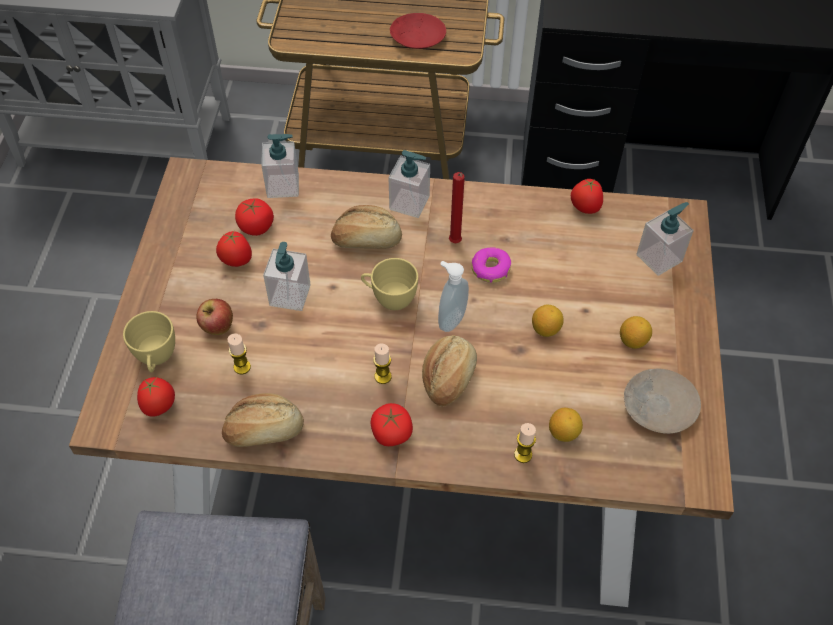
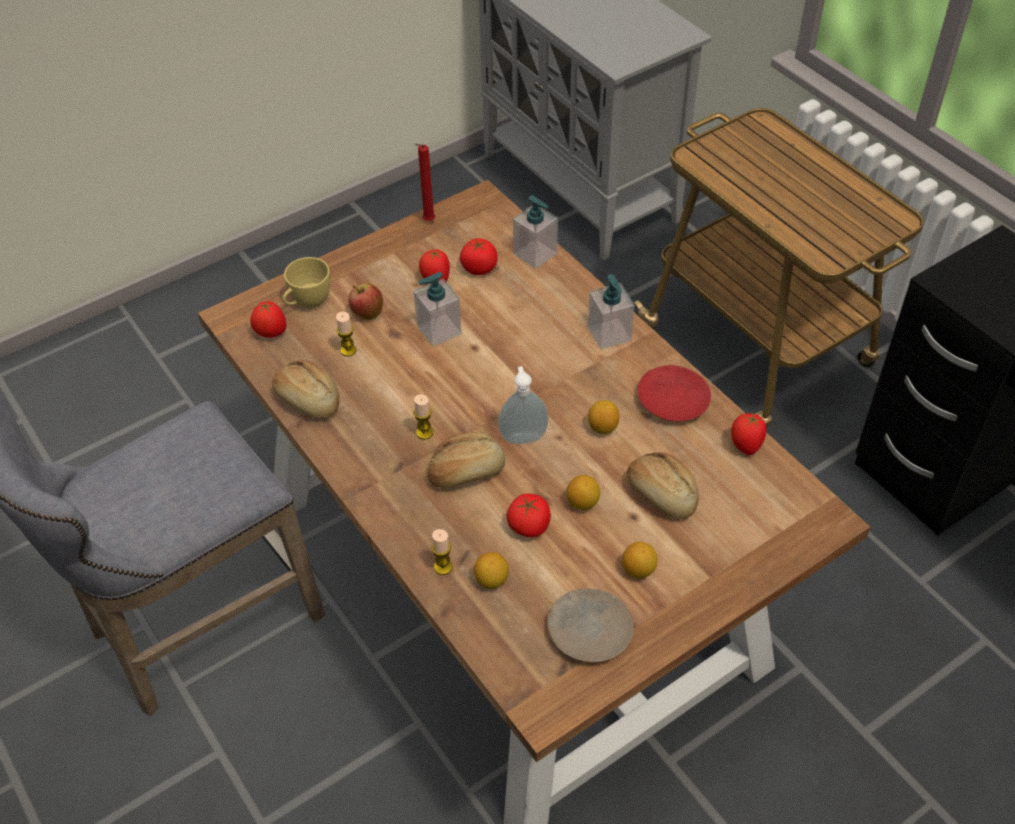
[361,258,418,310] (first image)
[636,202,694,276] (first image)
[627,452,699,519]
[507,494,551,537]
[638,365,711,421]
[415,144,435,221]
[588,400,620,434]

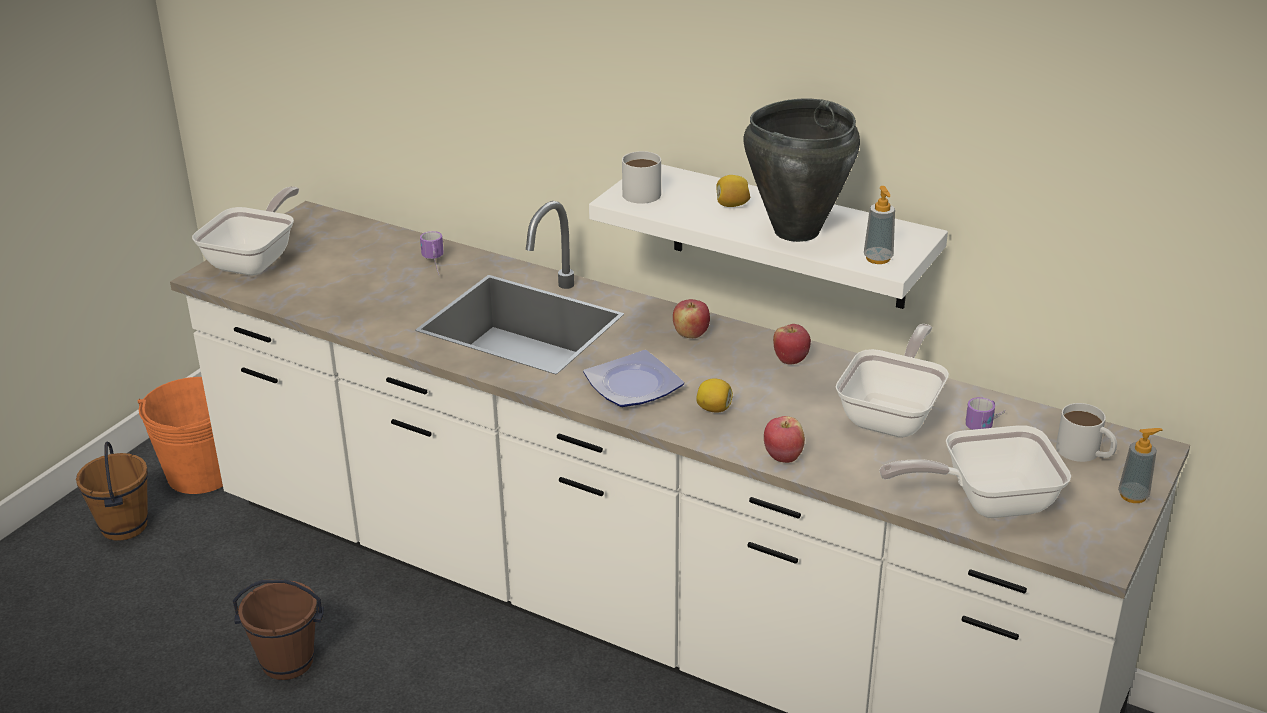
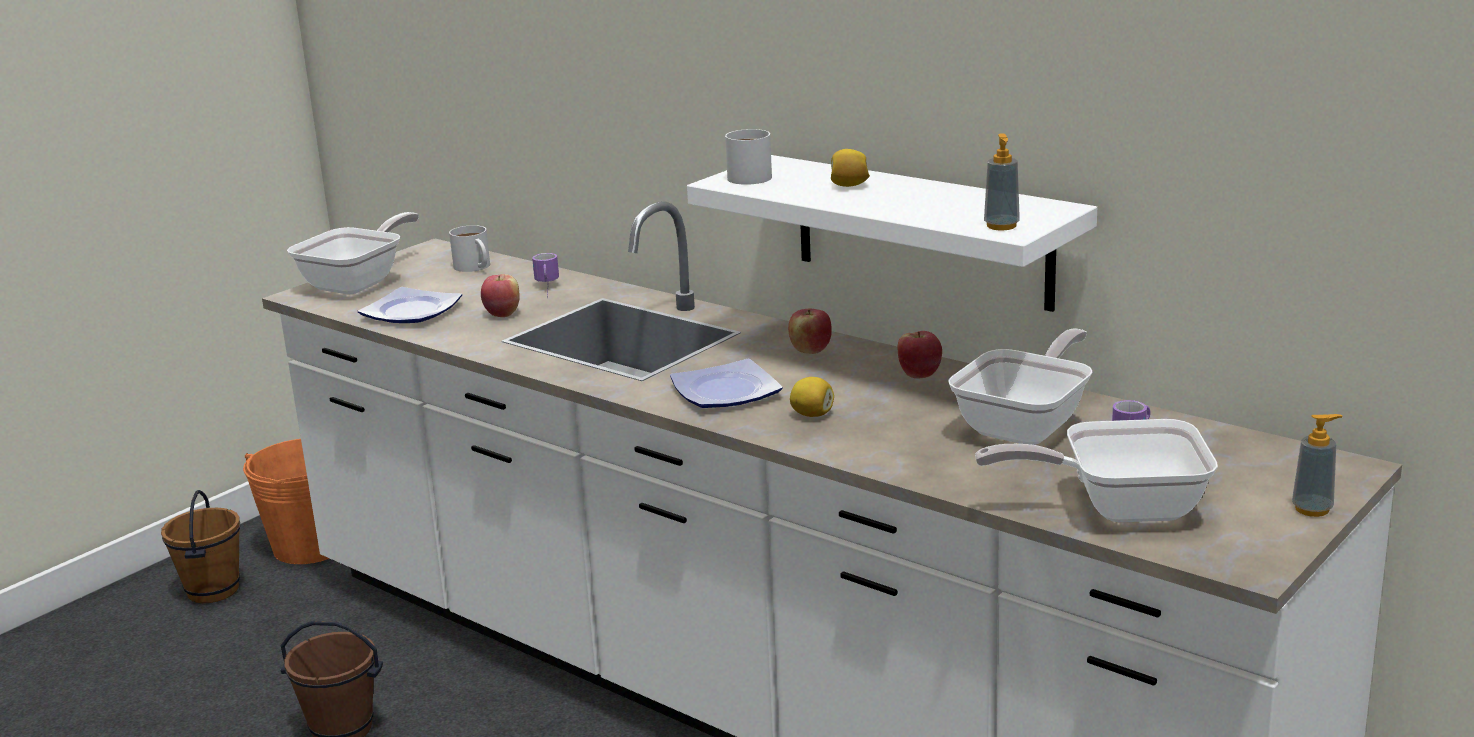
[744,99,860,242] (first image)
[358,287,462,323]
[481,274,520,317]
[449,225,490,272]

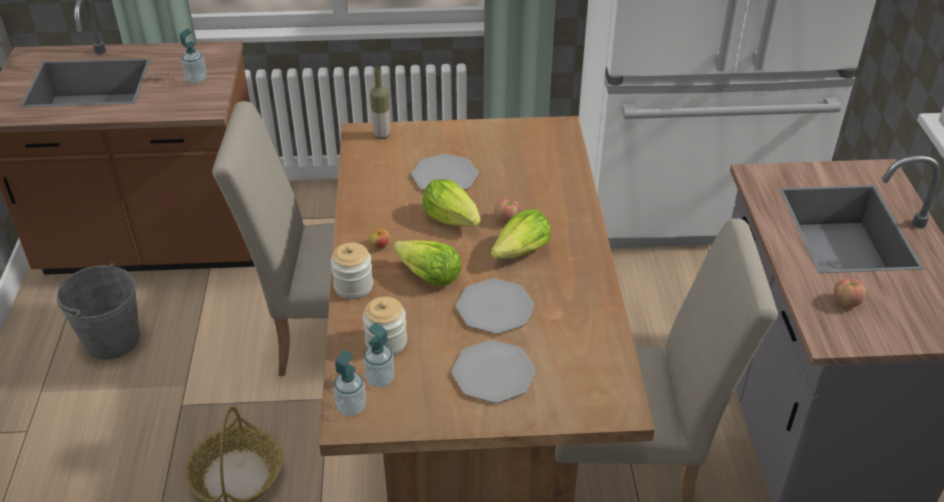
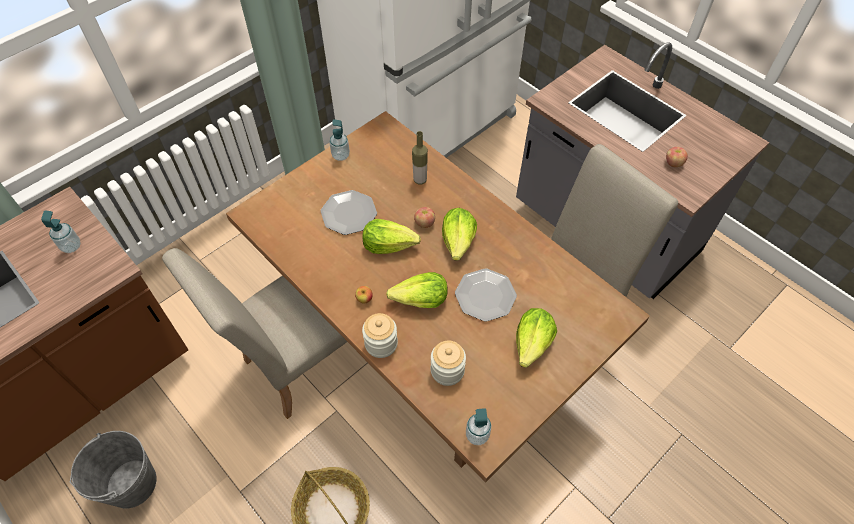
[329,119,350,161]
[412,131,428,185]
[516,308,557,367]

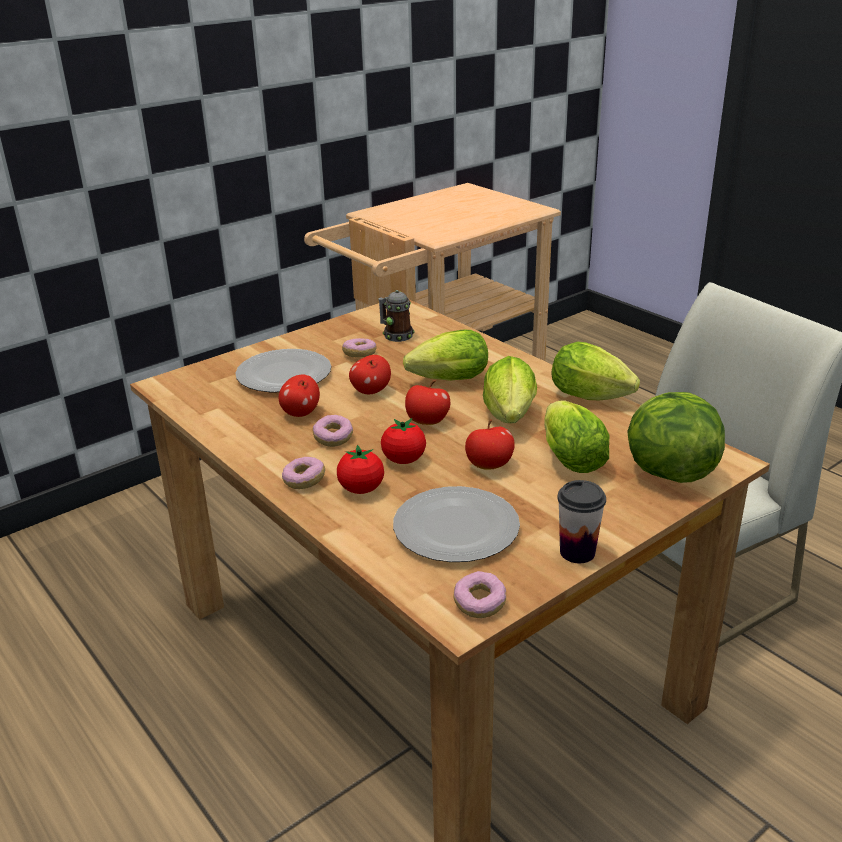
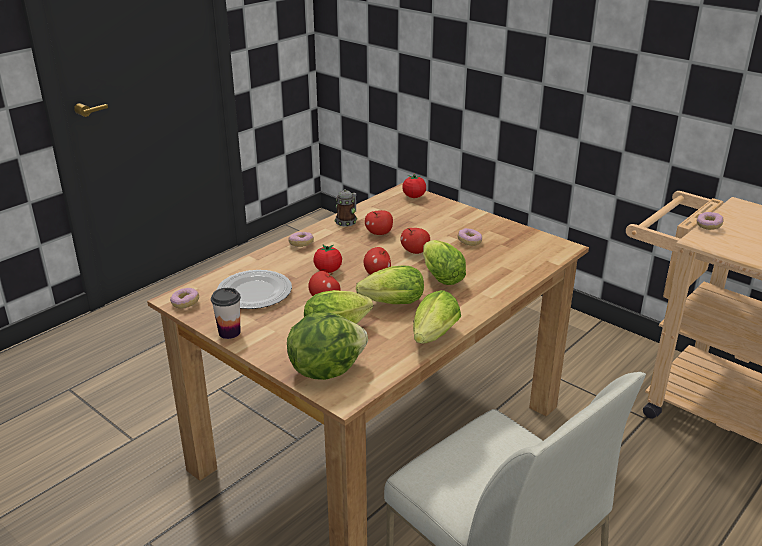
[235,349,331,392] (first image)
[697,212,724,230]
[402,174,426,198]
[334,189,357,227]

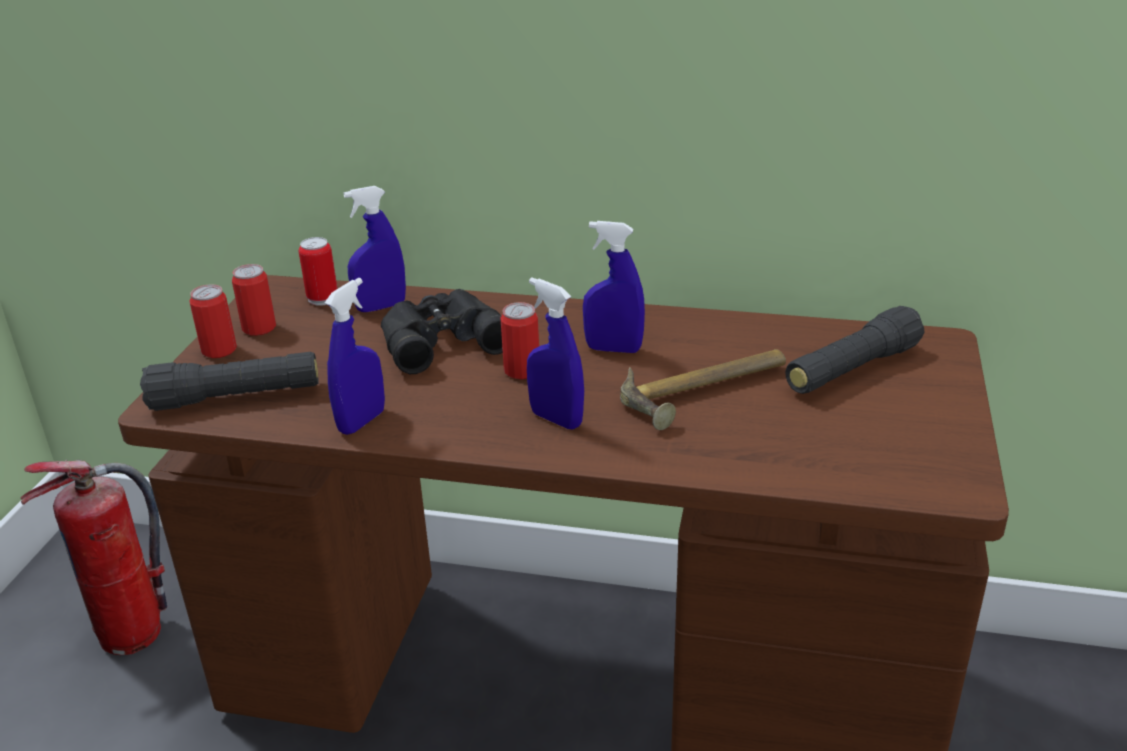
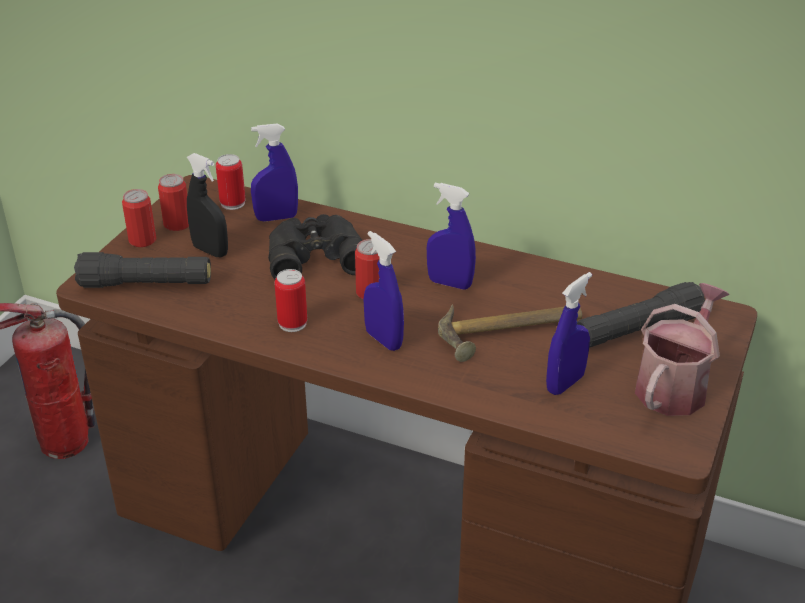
[187,153,228,257]
[274,269,307,332]
[635,283,730,416]
[546,272,592,395]

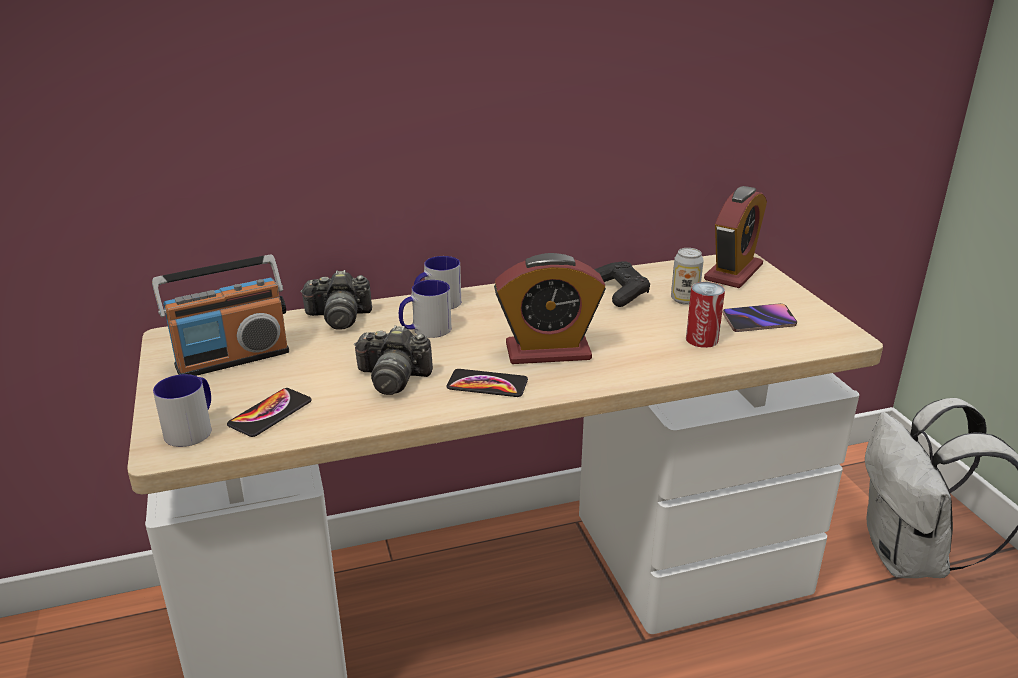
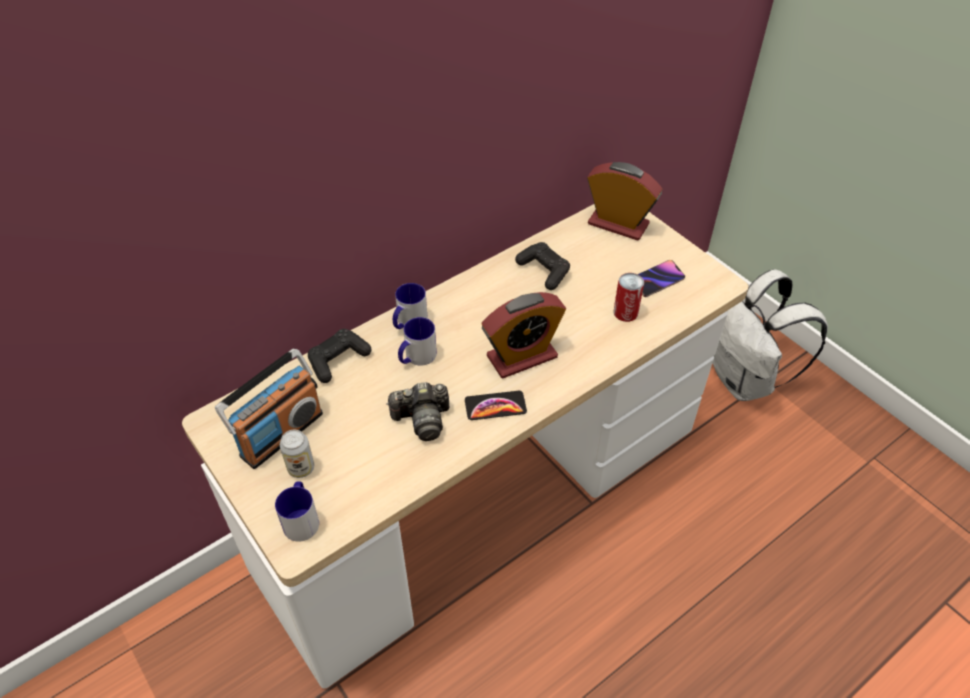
[227,388,312,437] (first image)
[280,430,314,478]
[308,329,372,383]
[587,162,662,241]

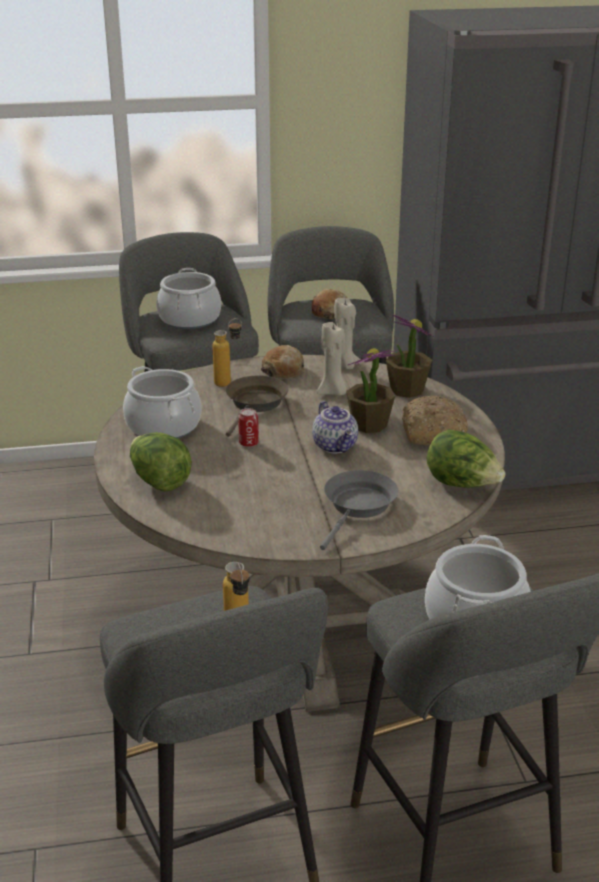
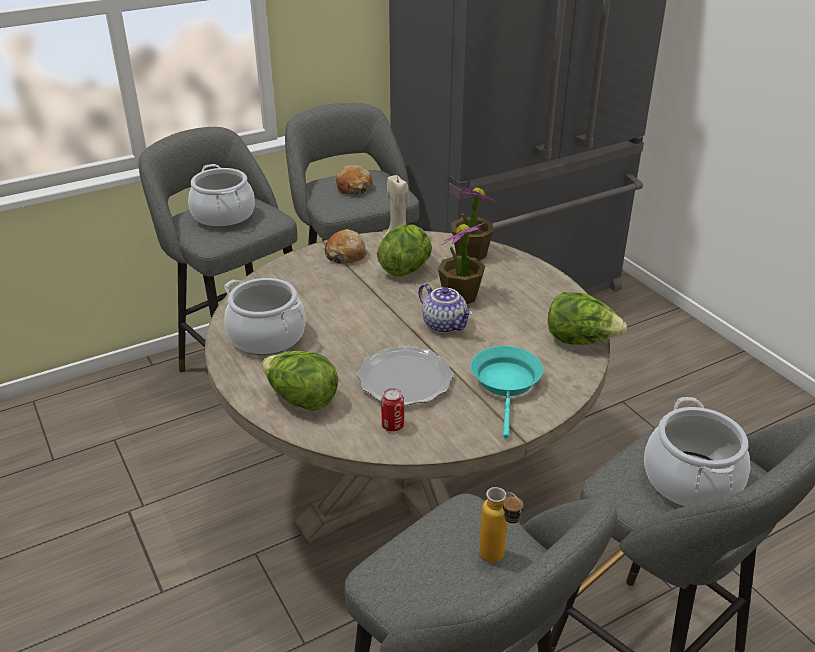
[212,318,242,387] (first image)
[226,376,288,437] (first image)
[402,395,468,446] (first image)
[357,346,454,406]
[381,388,404,432]
[377,225,432,276]
[471,346,543,438]

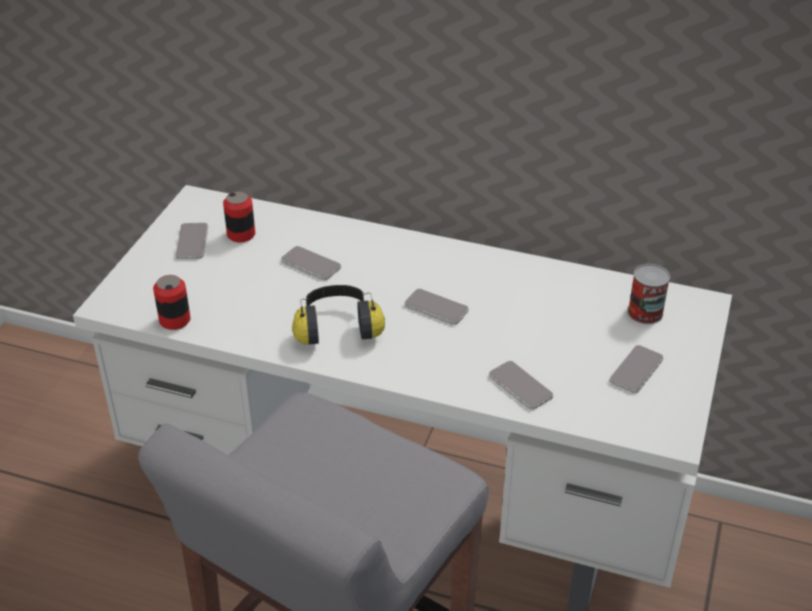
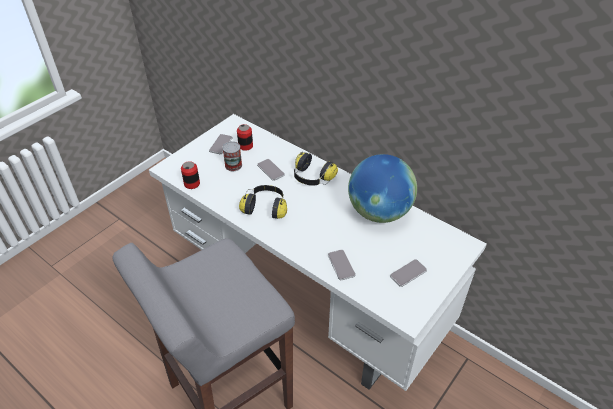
[405,288,469,325] (first image)
[294,152,338,186]
[348,154,417,223]
[222,141,242,171]

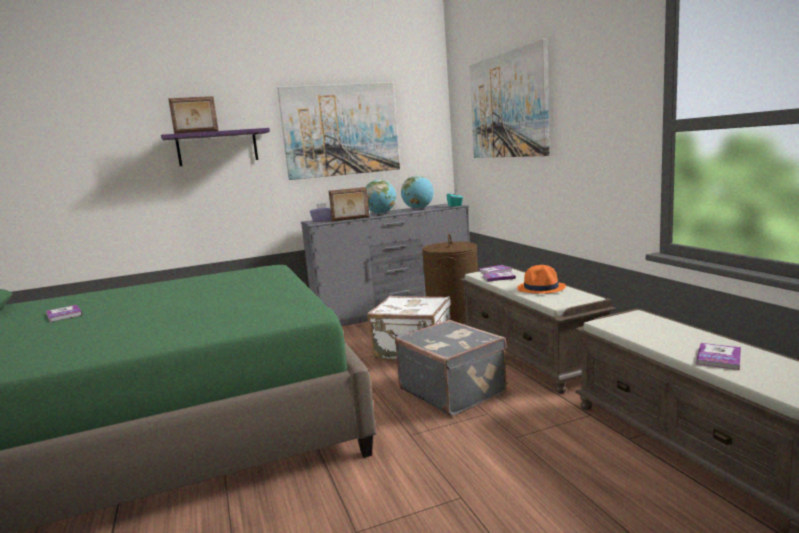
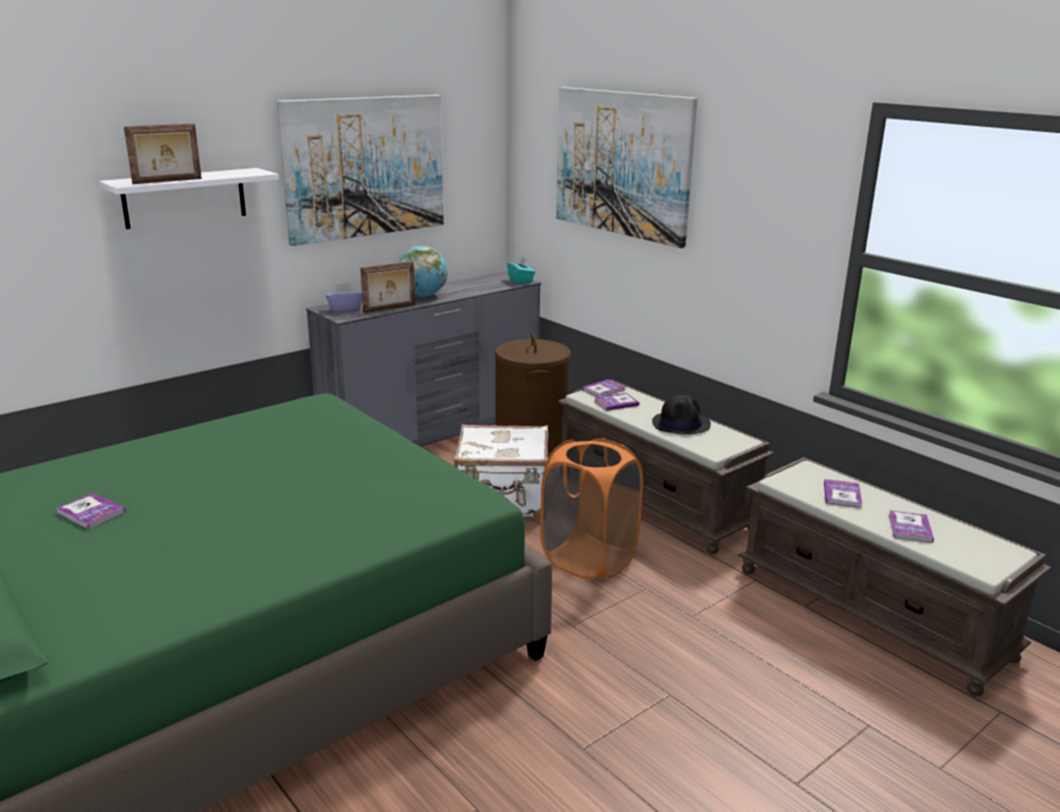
[401,175,434,209] (first image)
[824,479,862,508]
[540,438,643,580]
[99,168,279,229]
[652,395,711,435]

